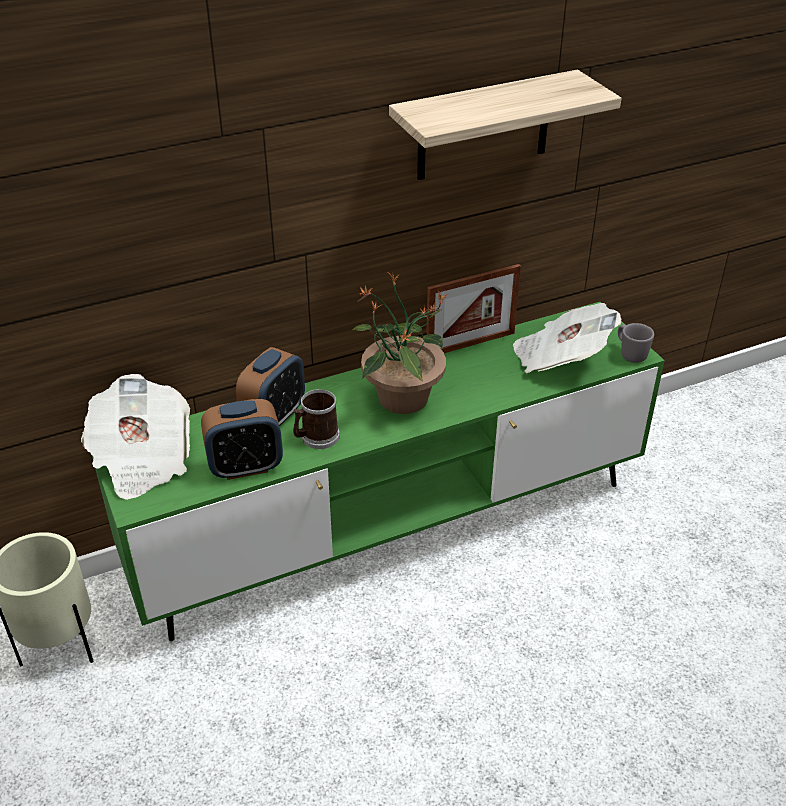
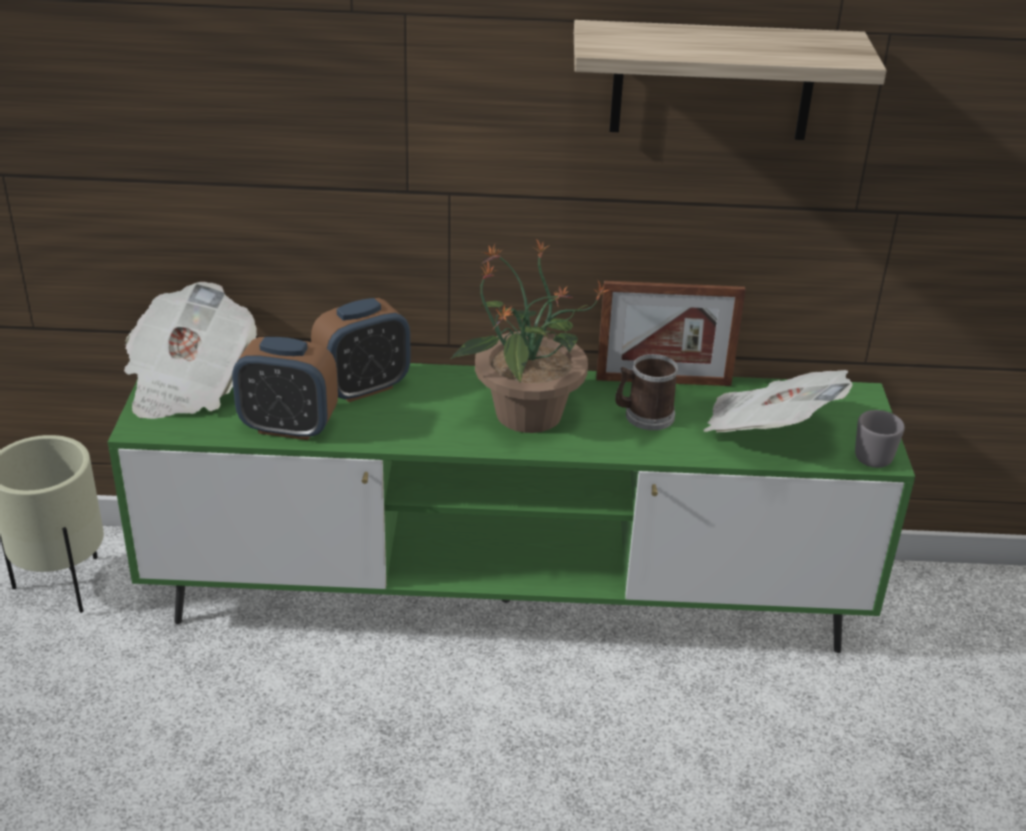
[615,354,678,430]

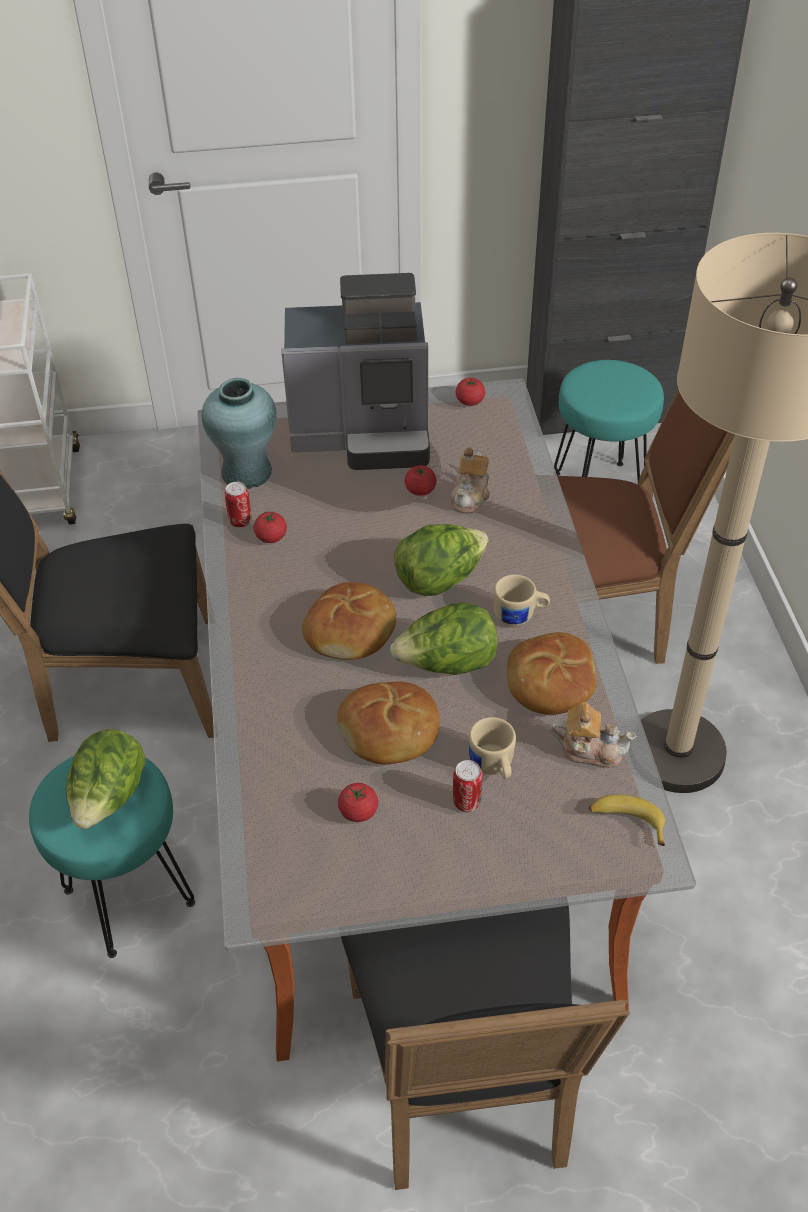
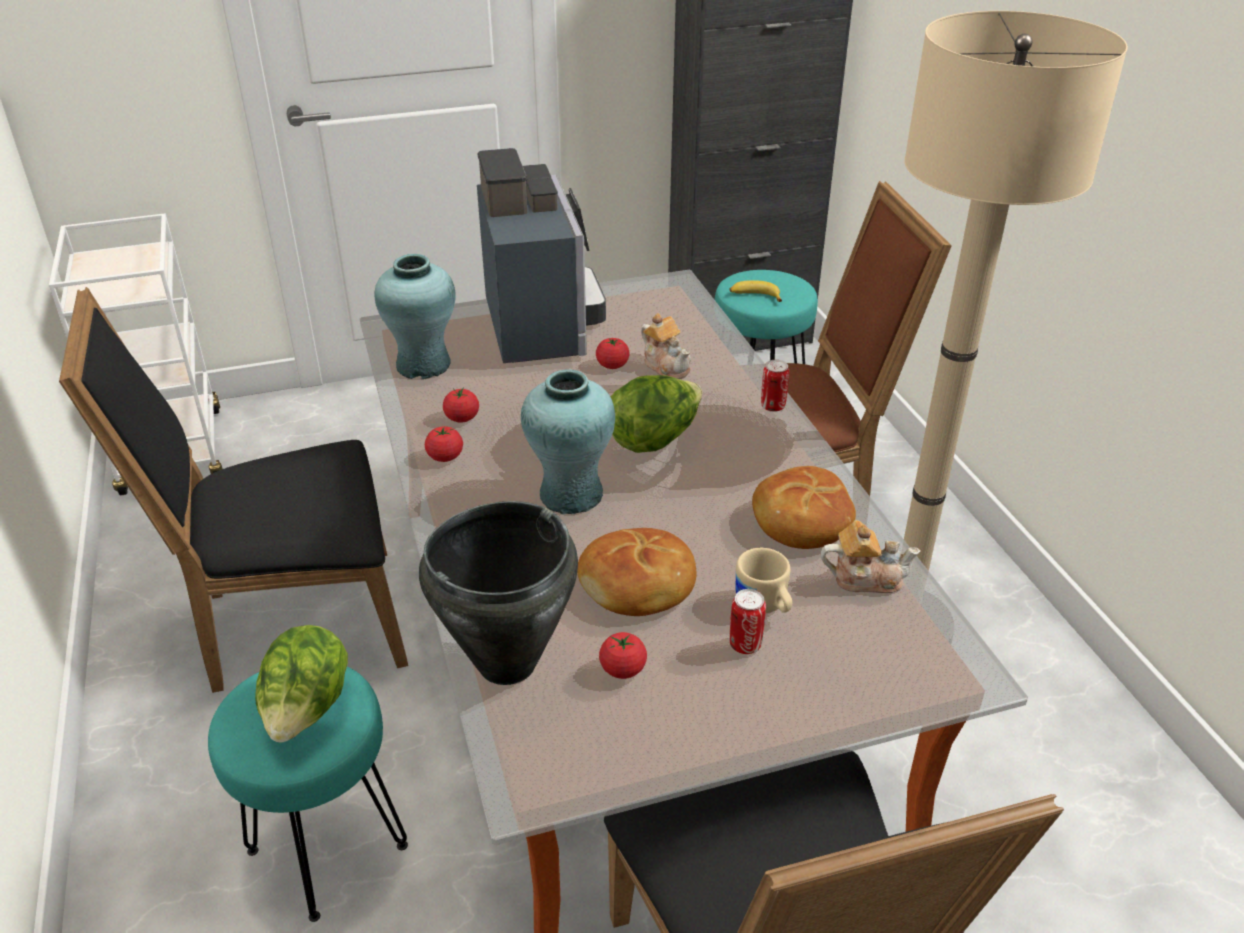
[390,602,498,675] (first image)
[494,574,550,626] (first image)
[419,501,578,685]
[761,360,789,412]
[425,426,463,462]
[729,280,782,302]
[521,369,615,515]
[477,148,606,363]
[641,313,691,379]

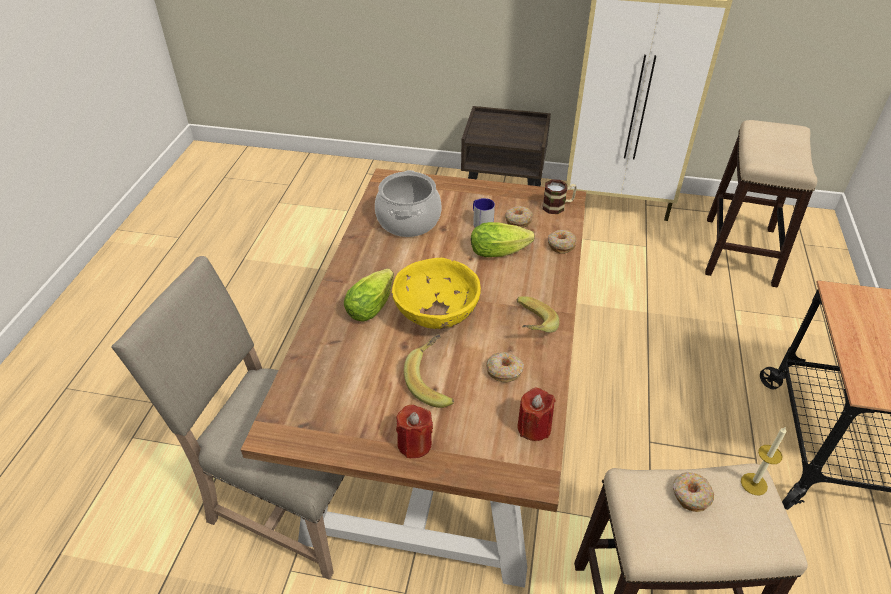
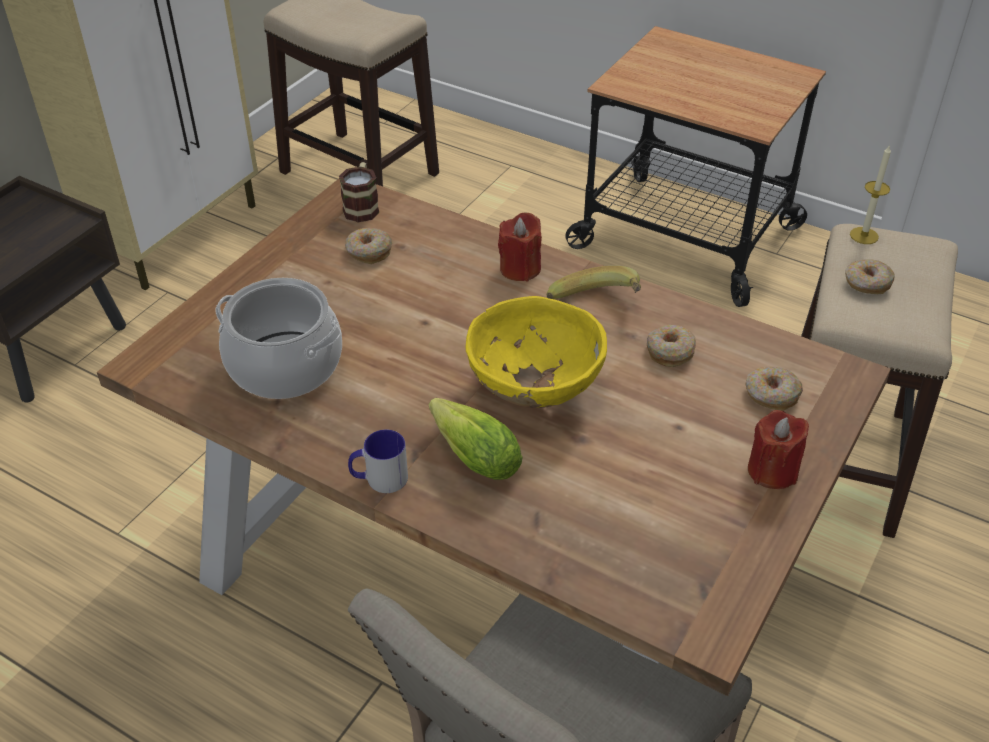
[404,334,454,408] (first image)
[471,222,535,257] (first image)
[348,430,408,493]
[498,213,542,282]
[745,367,803,411]

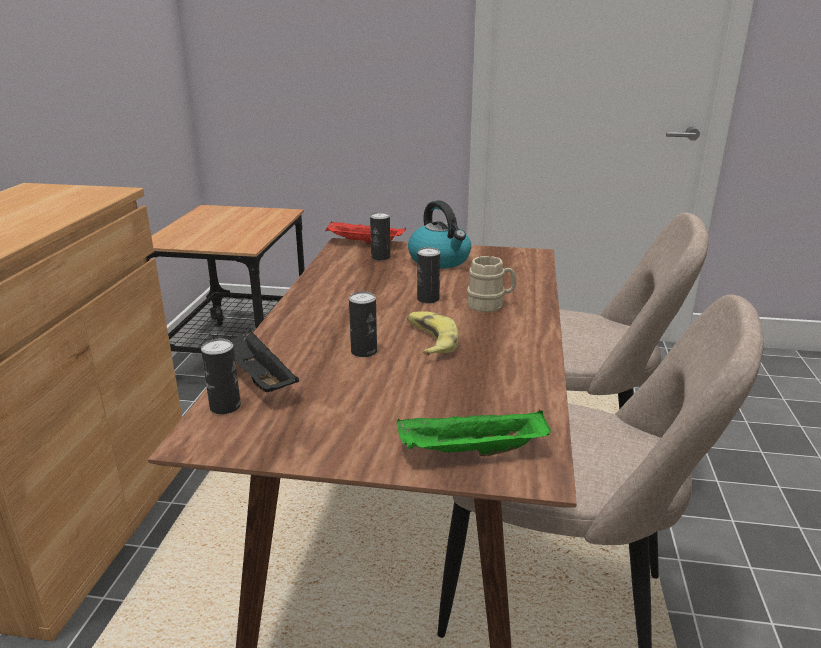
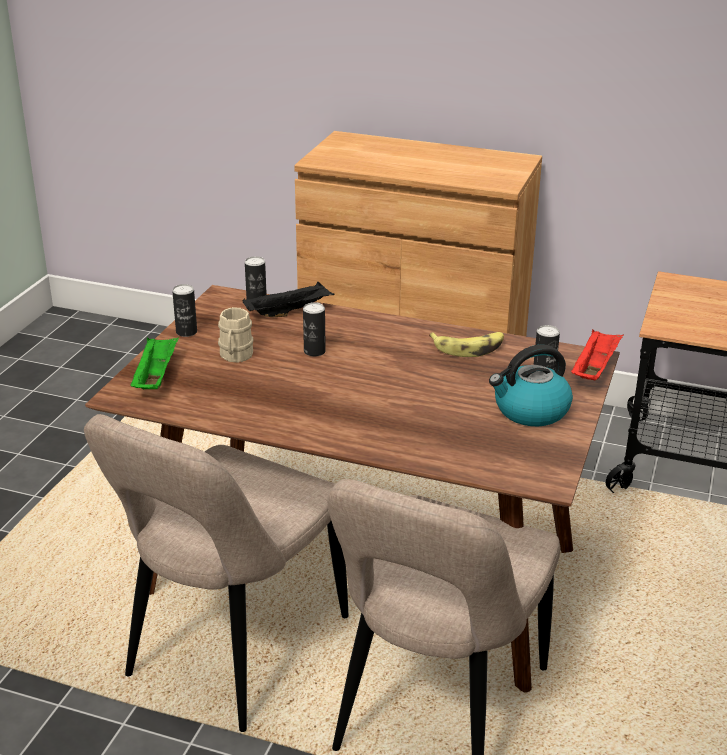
[429,332,504,357]
[172,284,197,337]
[218,307,253,363]

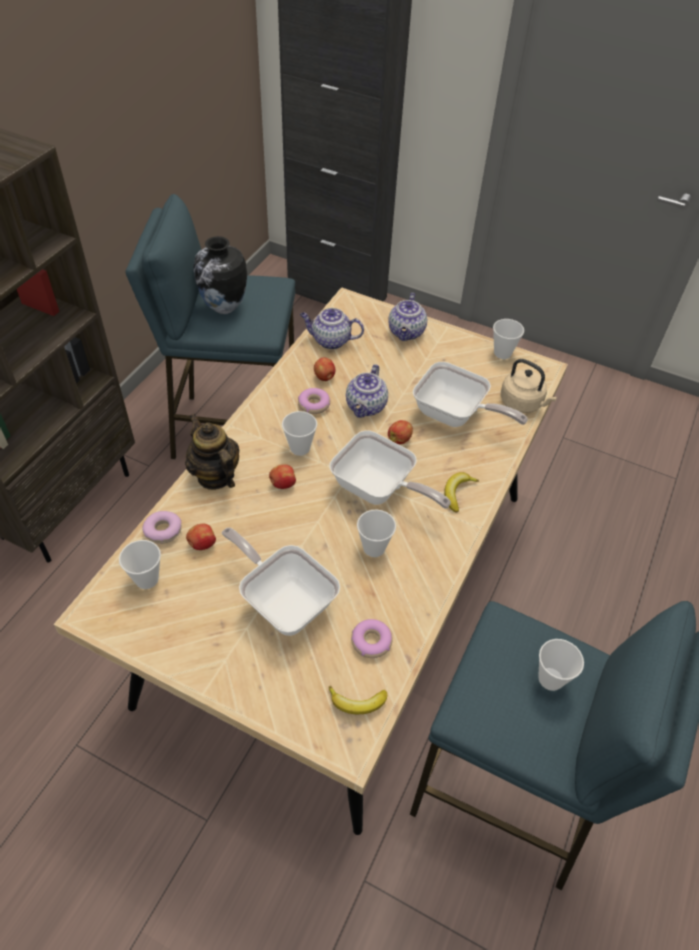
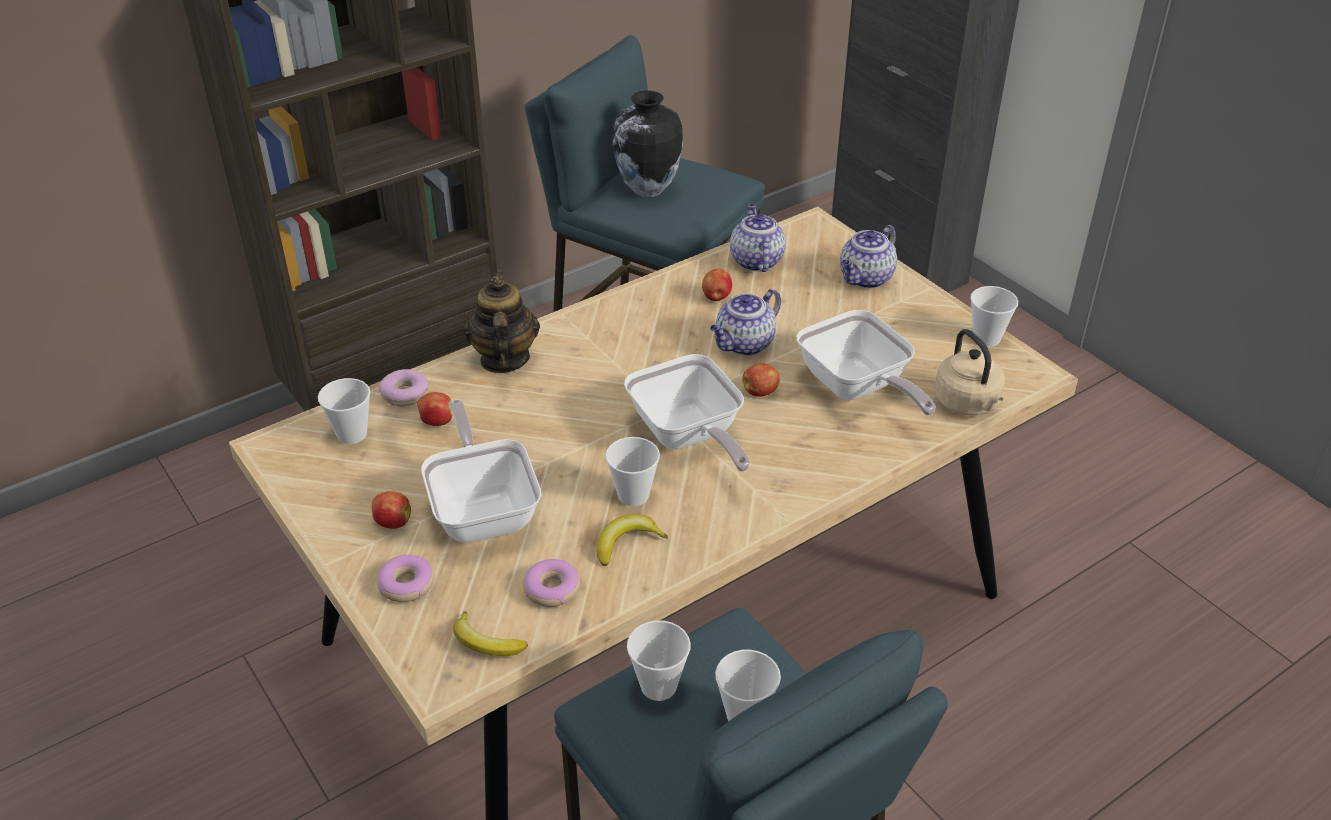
[372,491,411,529]
[627,620,691,701]
[377,555,434,602]
[596,514,668,566]
[730,204,786,272]

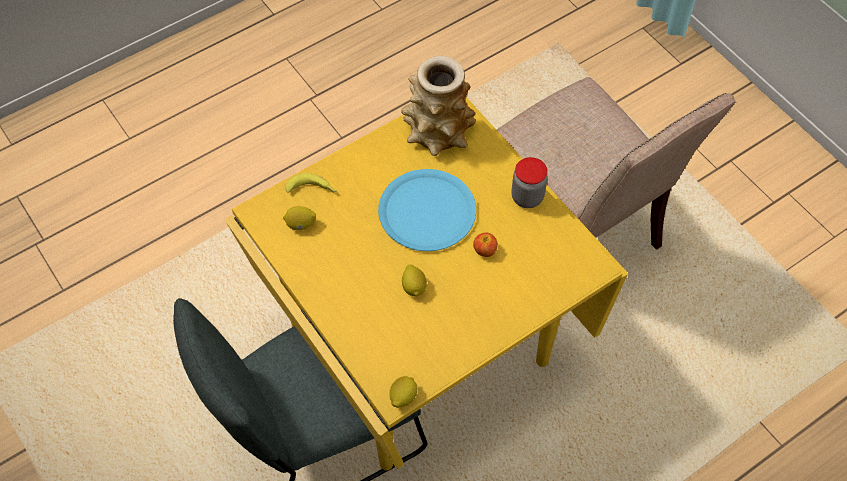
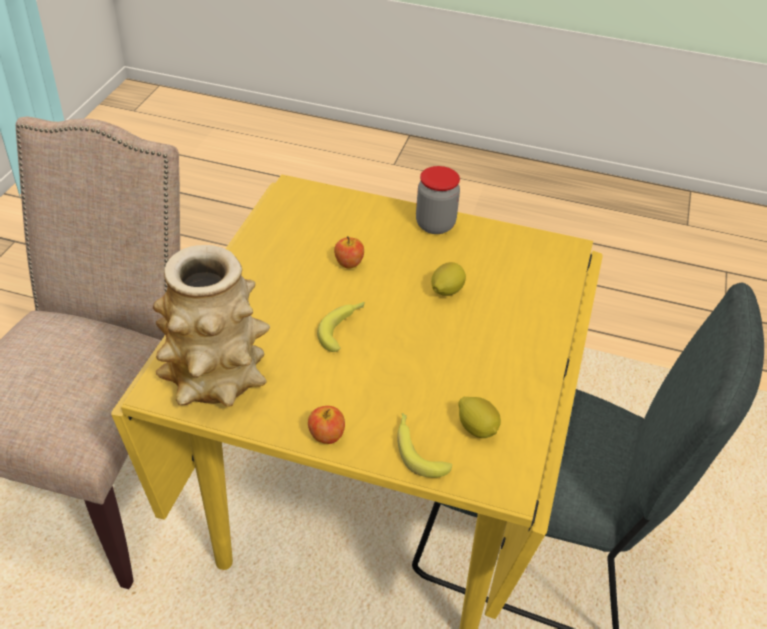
[389,376,417,408] (first image)
[308,406,345,444]
[416,166,460,234]
[317,302,365,352]

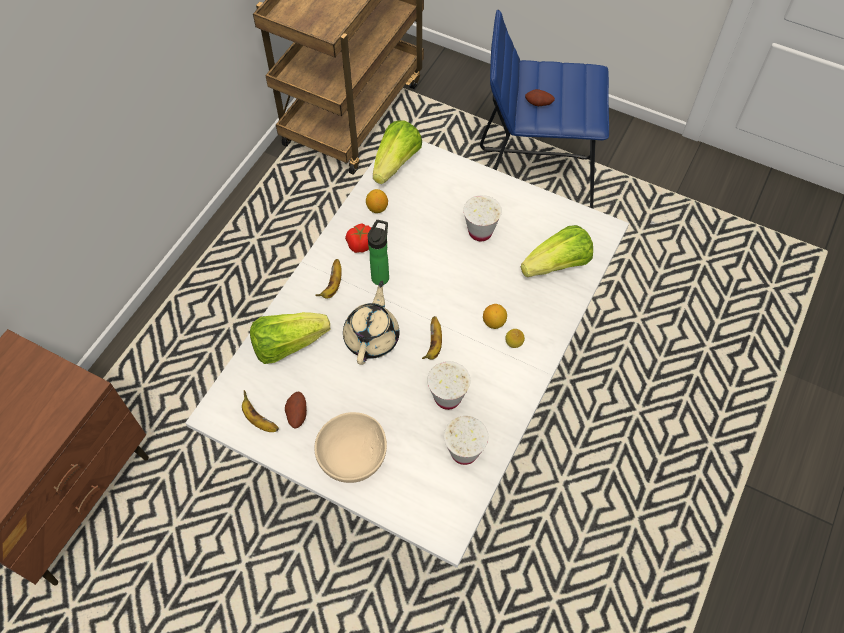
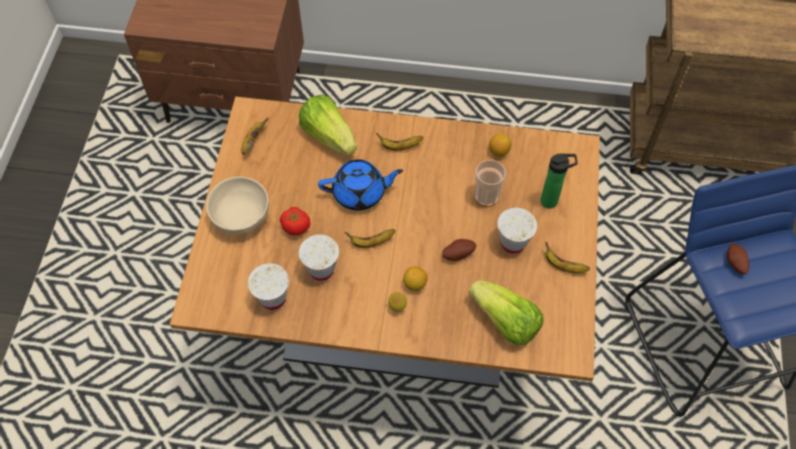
[373,120,422,184] (first image)
[475,160,506,207]
[545,242,590,273]
[442,239,476,261]
[280,207,310,235]
[540,154,578,208]
[170,97,600,388]
[318,159,403,211]

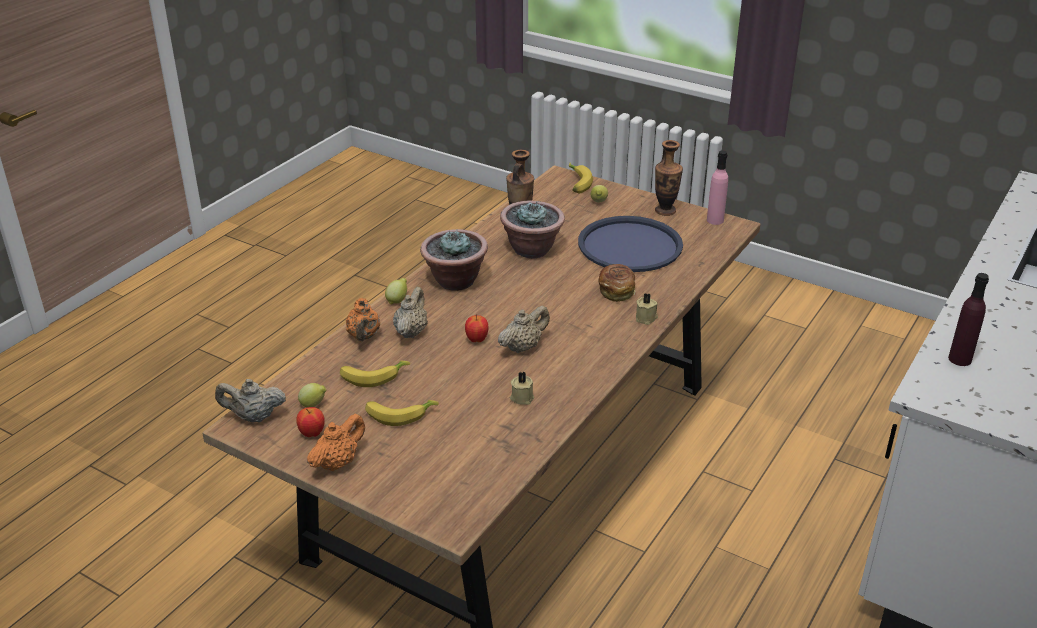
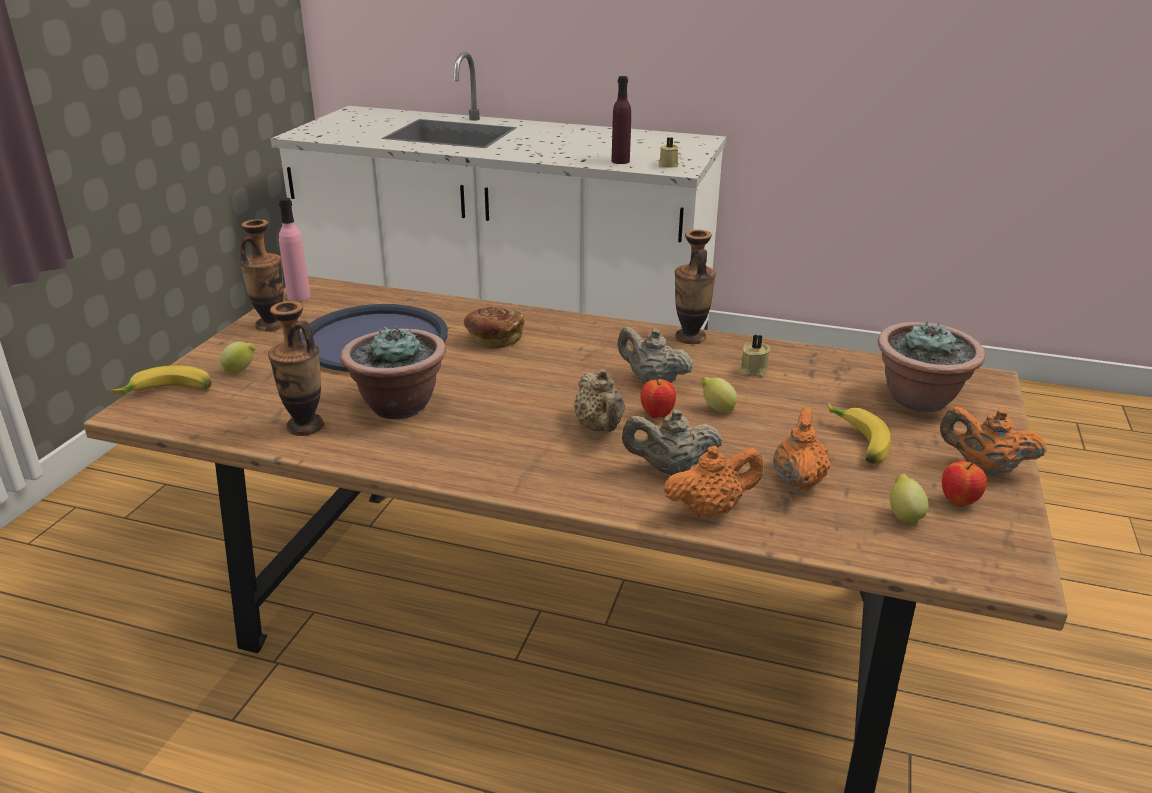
[675,230,716,344]
[574,369,625,432]
[701,377,737,413]
[878,322,985,412]
[658,137,679,168]
[773,407,830,490]

